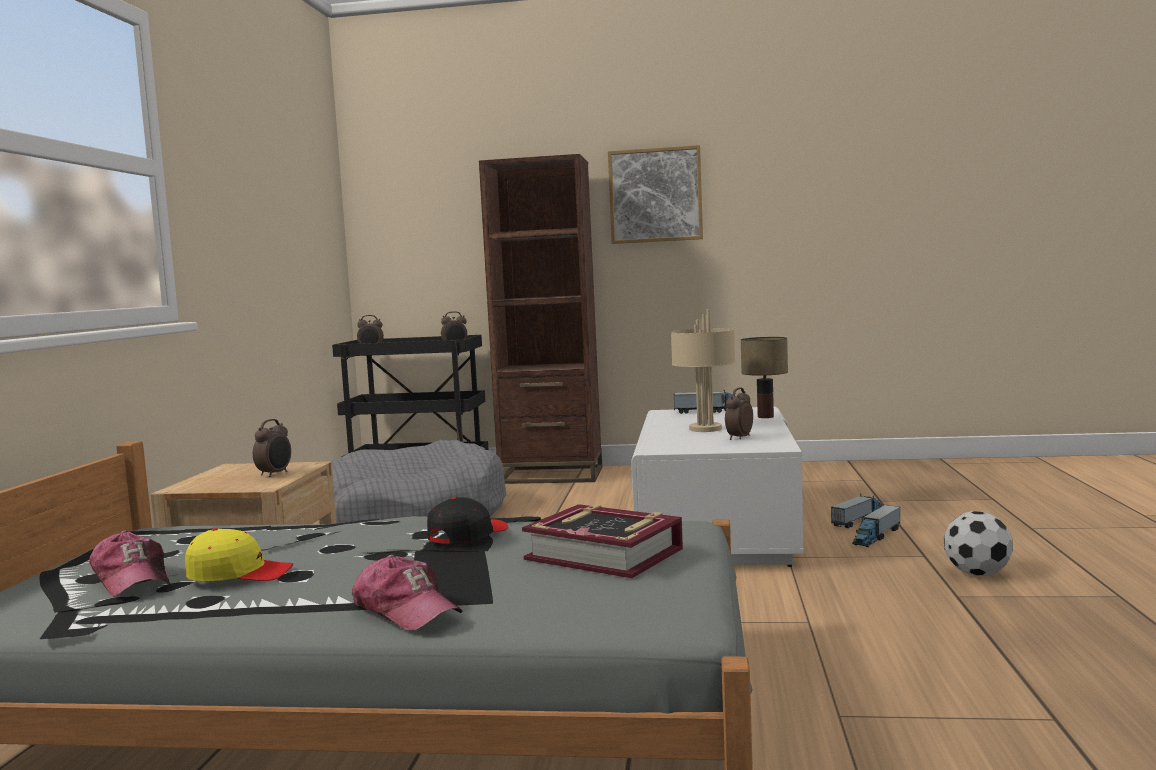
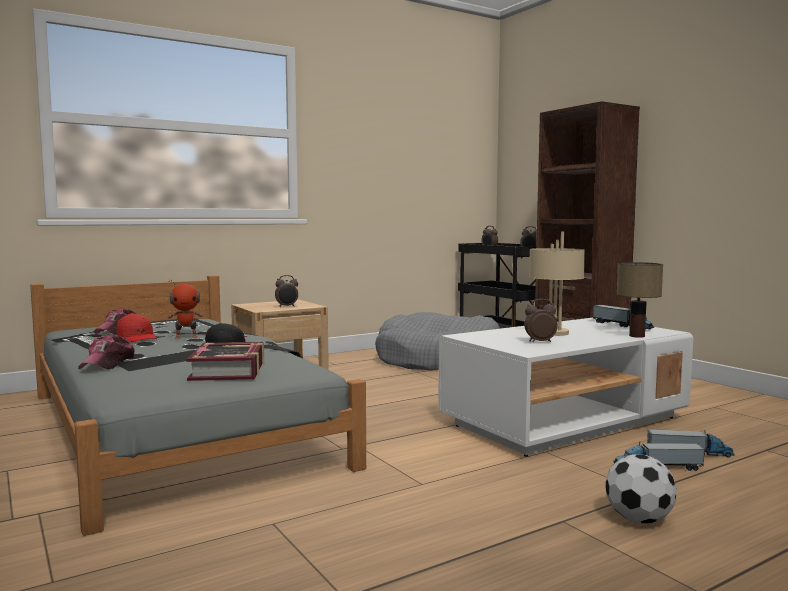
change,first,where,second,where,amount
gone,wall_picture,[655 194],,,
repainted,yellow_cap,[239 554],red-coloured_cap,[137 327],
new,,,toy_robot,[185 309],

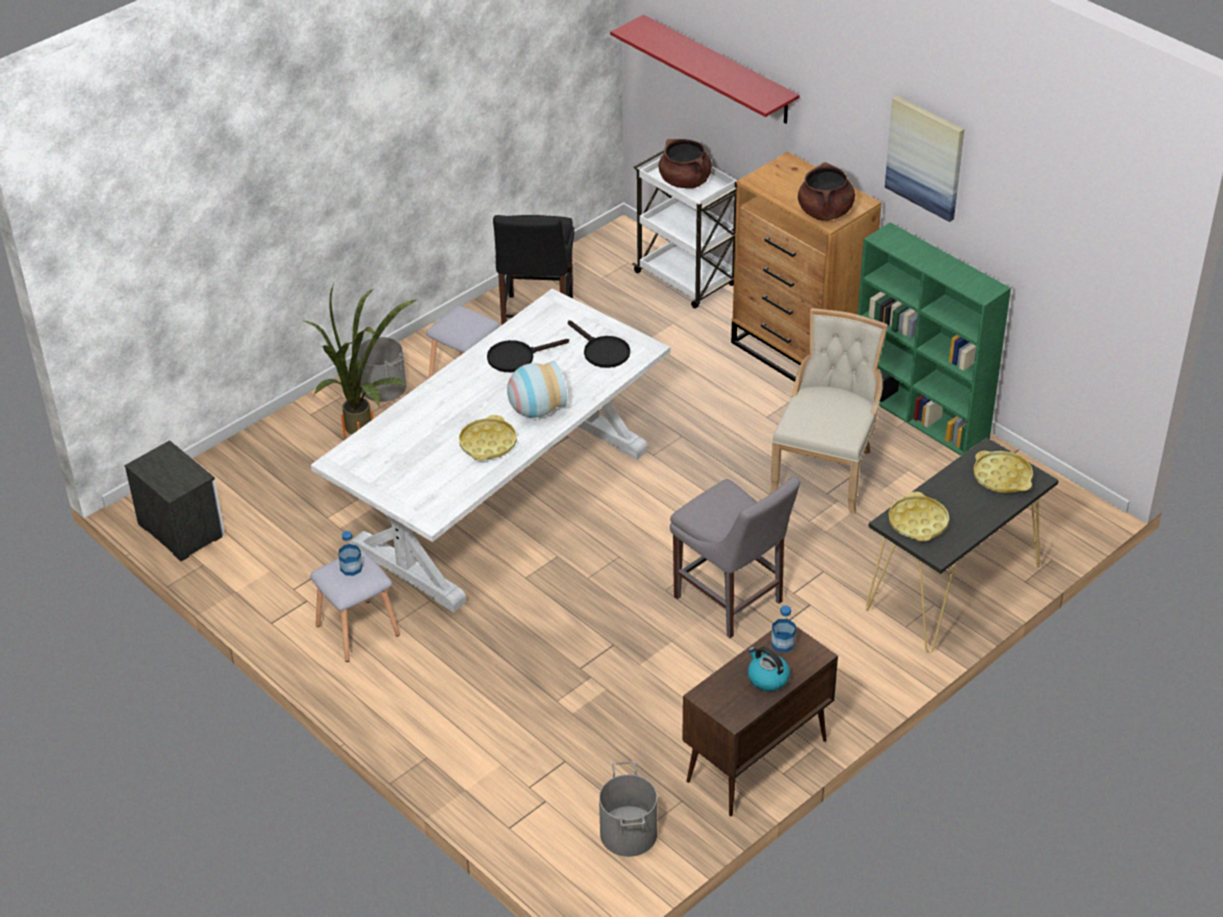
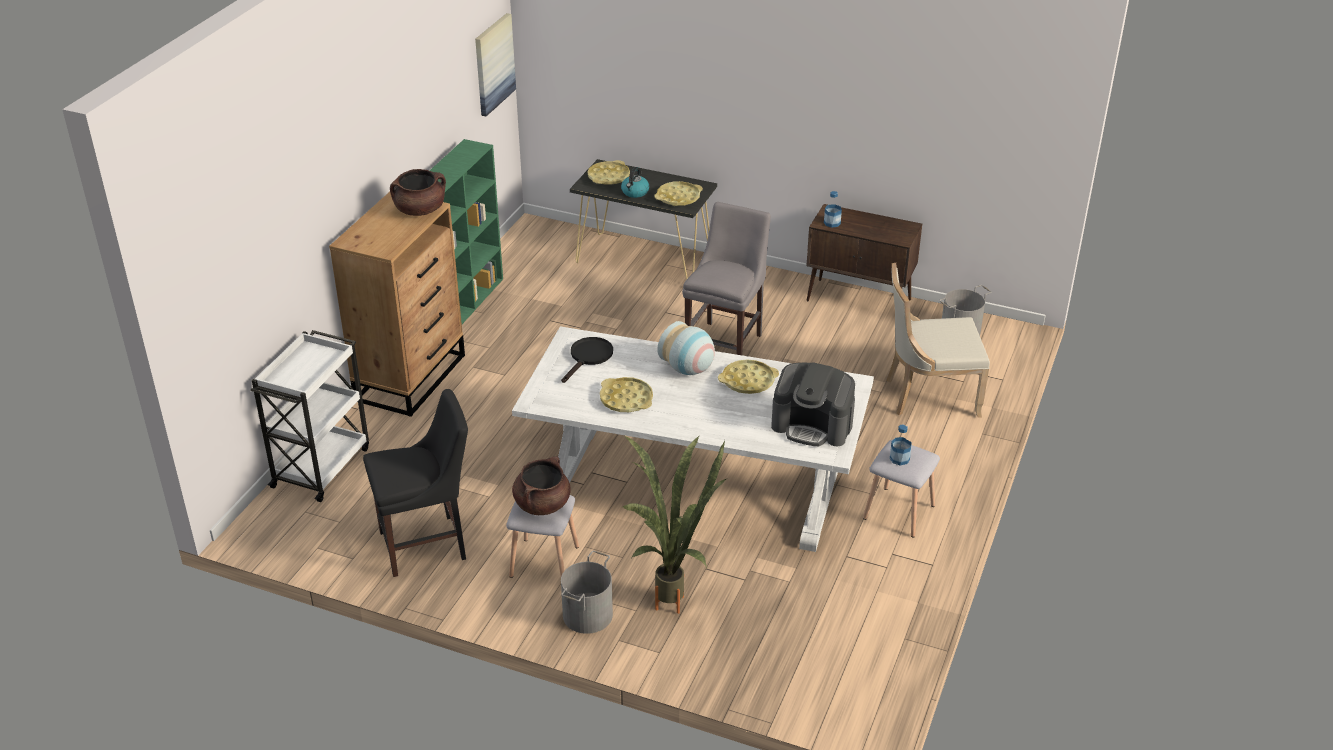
change,first,where,second,where,amount
gone,red-coloured_shelf,[705 69],,,
shifted,wall_picture,[924 159],,[495 64],
shifted,brown-coloured_stockpot,[685 164],,[541 485],
shifted,sand-coloured_upright_chair,[828 411],,[938 340],
swapped,black-coloured_pan,[528 355],yellow_serving_tray,[626 394],
gone,nightstand,[175 501],,,
shifted,tea_kettle,[769 669],,[635 182],
new,,,coffee_machine,[813 404],

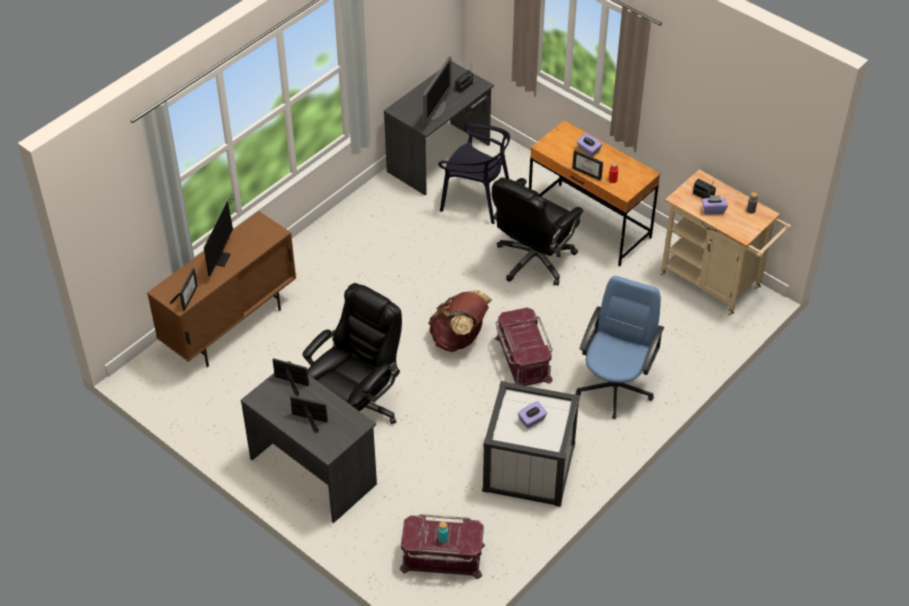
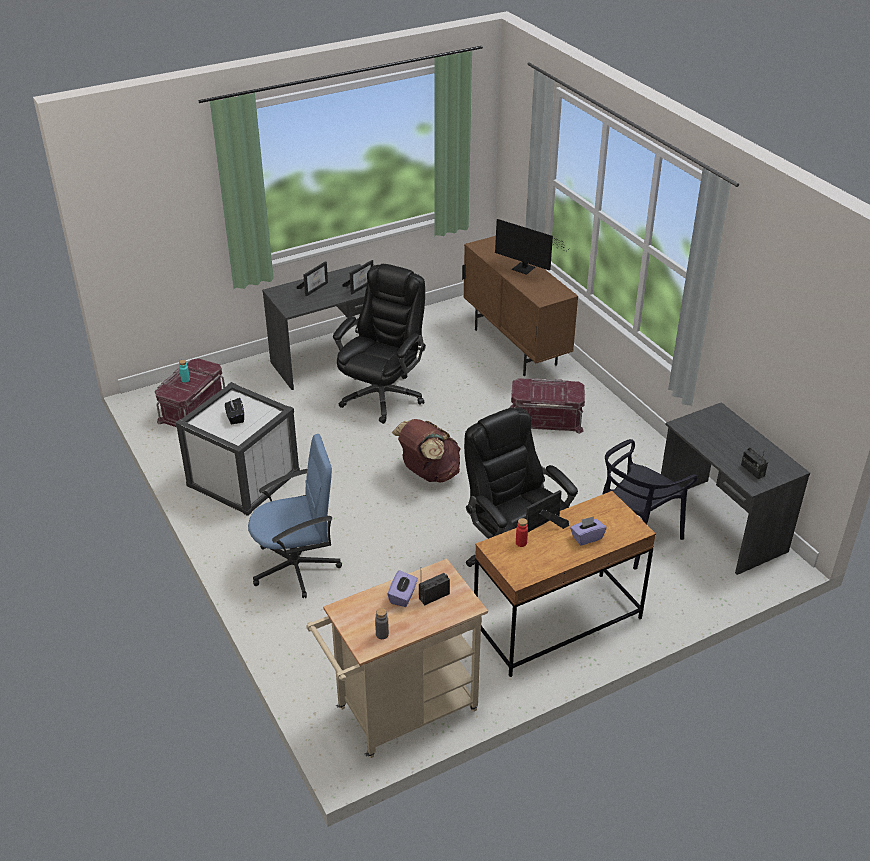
change,first,where,second,where,amount
gone,monitor,[437 91],,,
gone,picture_frame,[184 289],,,
rotated,blue_office_chair,[620 347],,[295 516],60 degrees counterclockwise
rotated,black-coloured_office_chair,[352 353],,[379 344],120 degrees counterclockwise
shifted,red-coloured_storage_container,[524 346],,[547 406],
repainted,purplish_tissue_holder,[532 414],black-coloured_tissue_holder,[234 411],

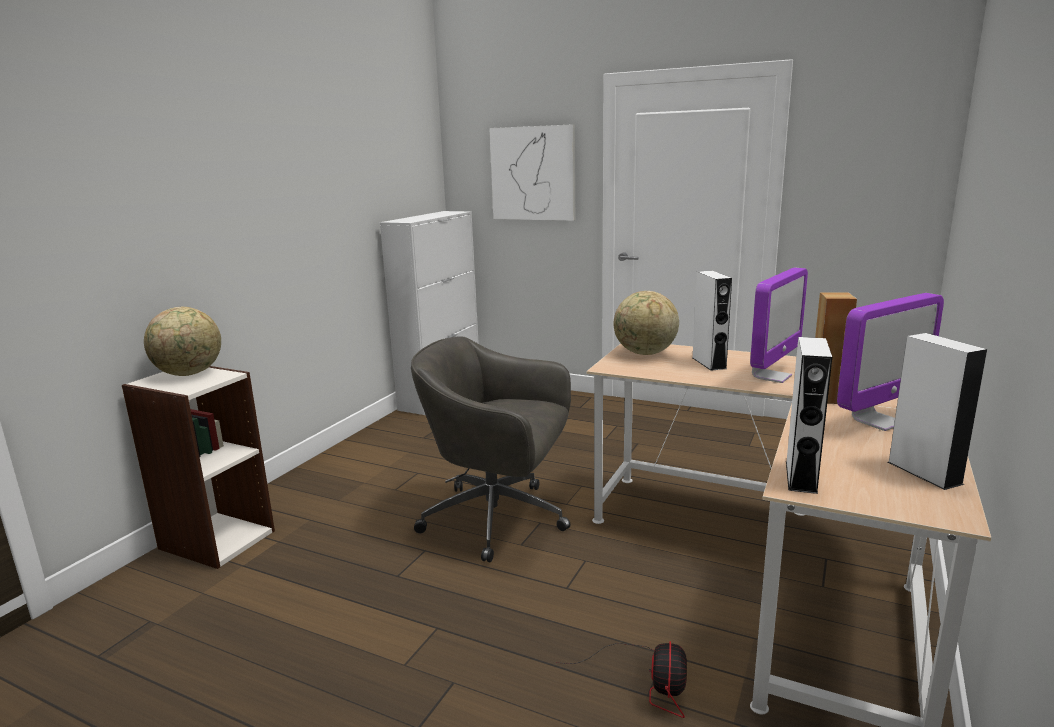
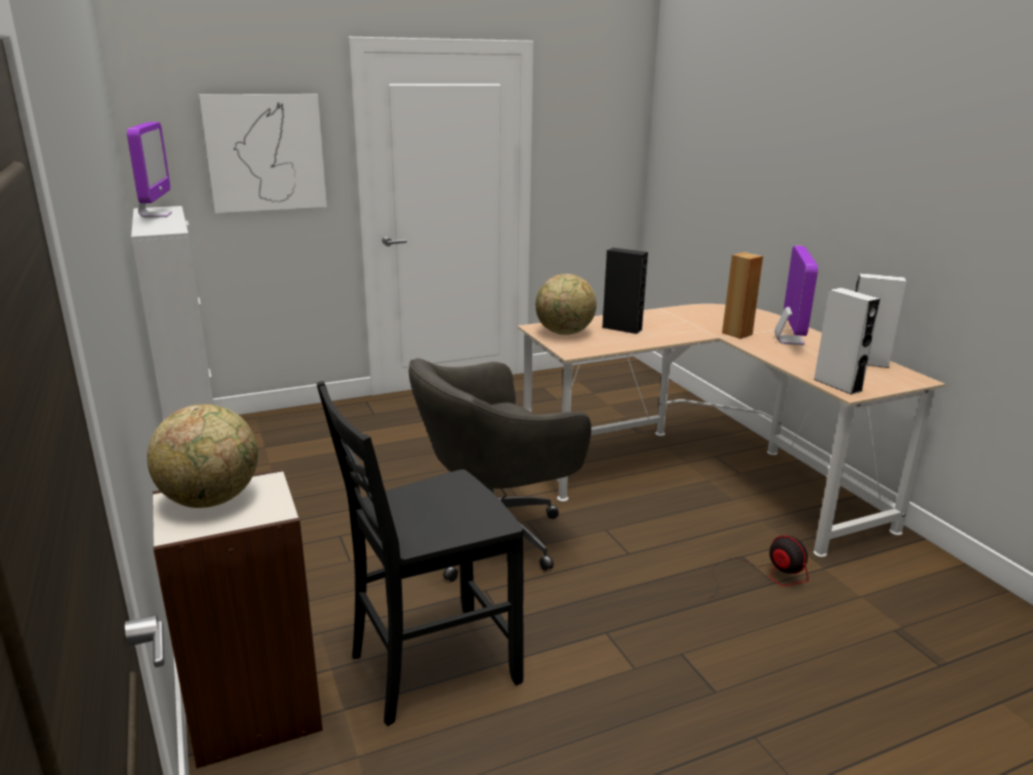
change,first,where,second,where,amount
shifted,monitor,[779 325],,[149 170],
repainted,whitish_loudspeaker,[712 321],black-coloured_loudspeaker,[625 291],
new,,,black-coloured_upright_chair,[420 553],

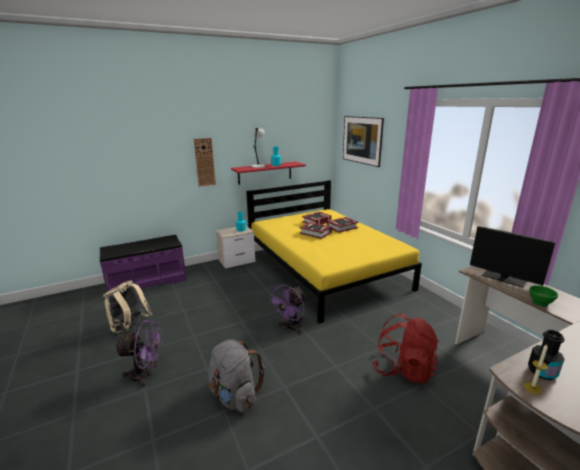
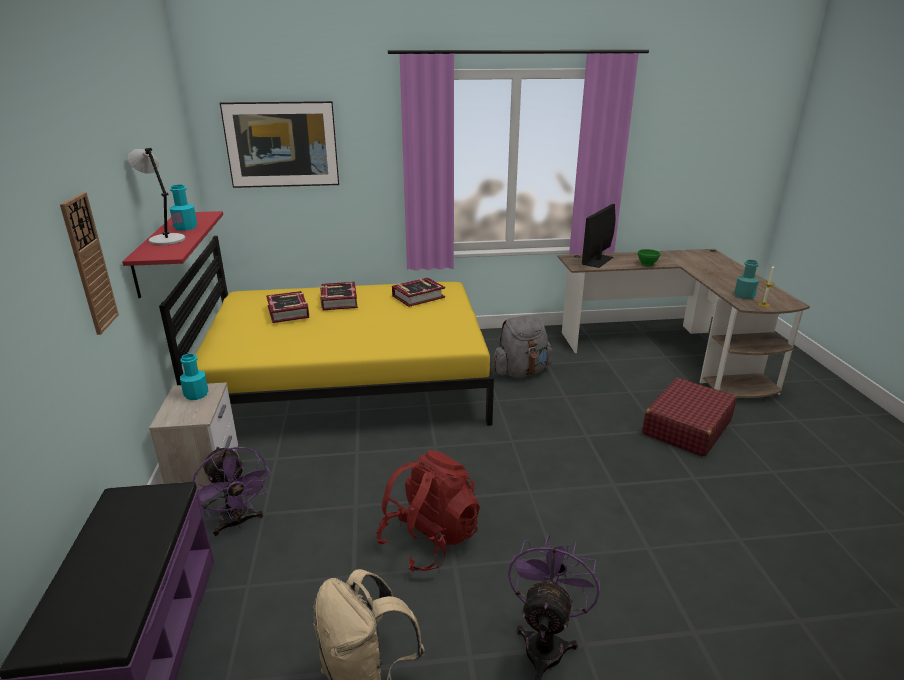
change,first,where,second,where,amount
shifted,bound_book,[316 230],,[418 292],
rotated,monitor,[513 257],,[599 236],150 degrees clockwise
shifted,purplish_fan,[287 309],,[231 491],
shifted,red-coloured_backpack,[405 348],,[428 511],
repainted,black-coloured_bottle,[546 355],turquoise-coloured_bottle,[746 279],
shifted,gray_backpack,[236 376],,[522 346],
new,,,red-coloured_suitcase,[689 417],

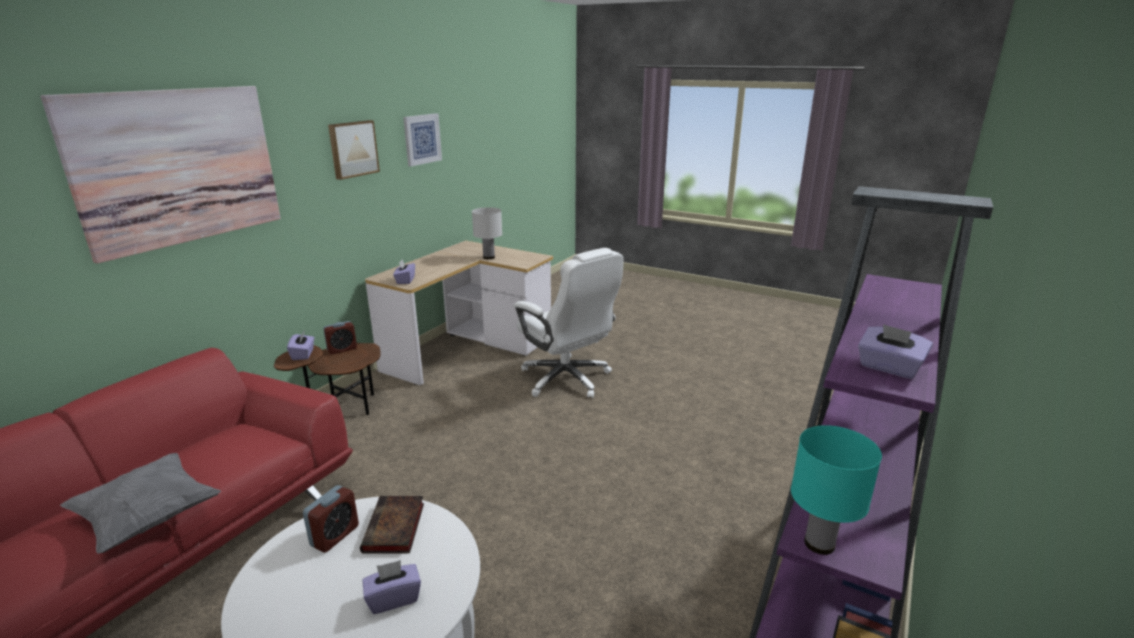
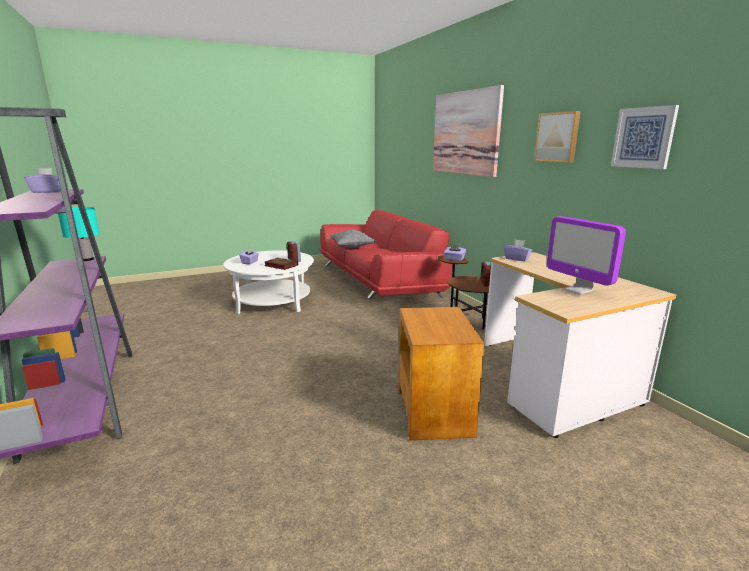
change,first,where,second,where,amount
swapped,whitish_lamp_for_a_table,[487 233],monitor,[586 255],
swapped,whitish_office_chair,[569 323],brown-coloured_side_table,[441 374],

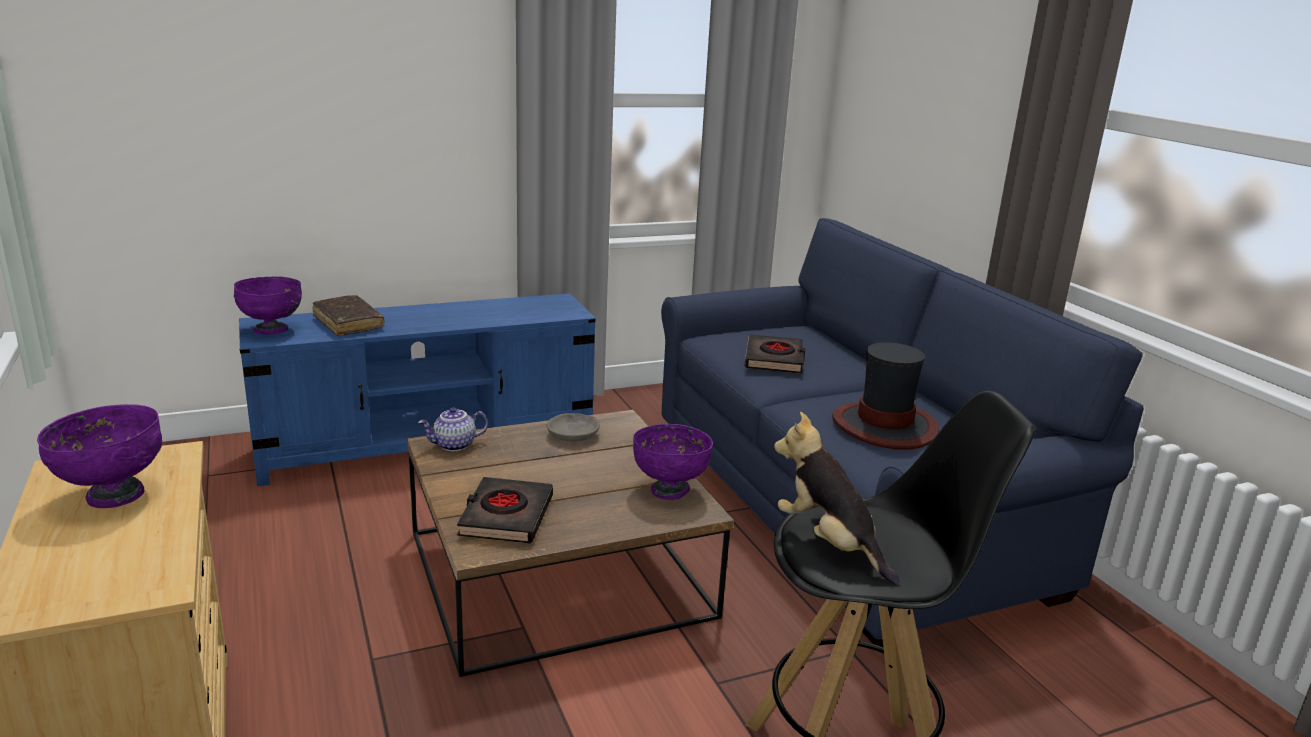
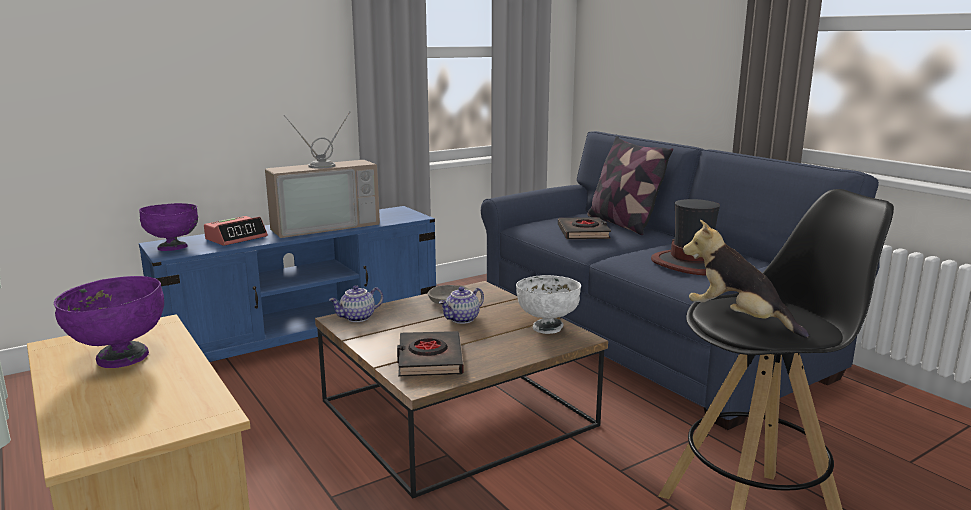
change,first,where,second,where,amount
swapped,brown-coloured_bound_book,[348 315],table_clock,[236 231],
repainted,purplish_bowl,[673 462],whitish_bowl,[548 304],
new,,,TV,[322 174],
new,,,cushion,[630 185],
new,,,teapot,[461 305],

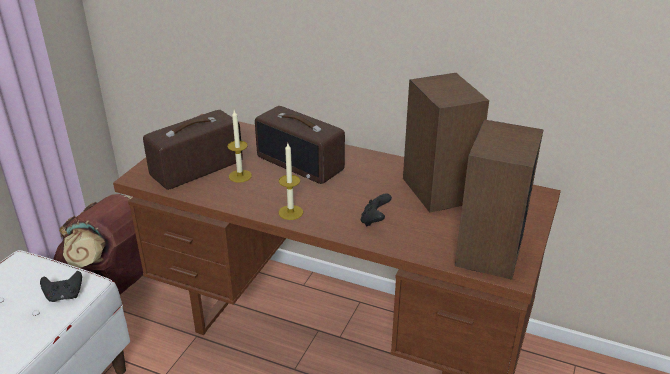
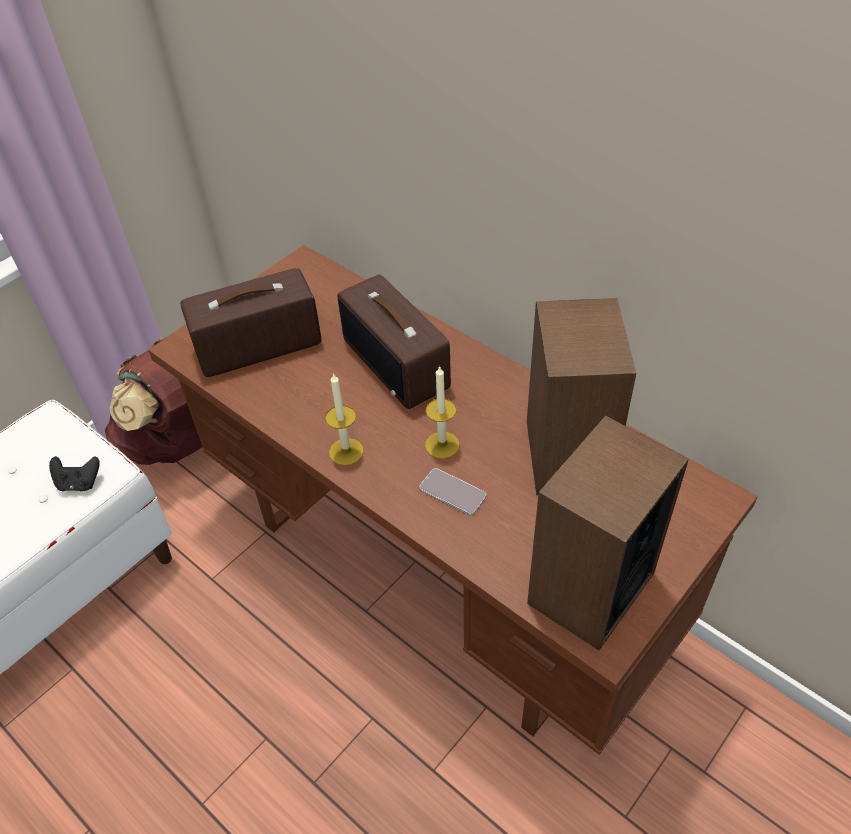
change,first,where,second,where,amount
shifted,candle,[239 146],,[442 412],
swapped,black-coloured_game_controller,[376 210],telephone,[453 491],

